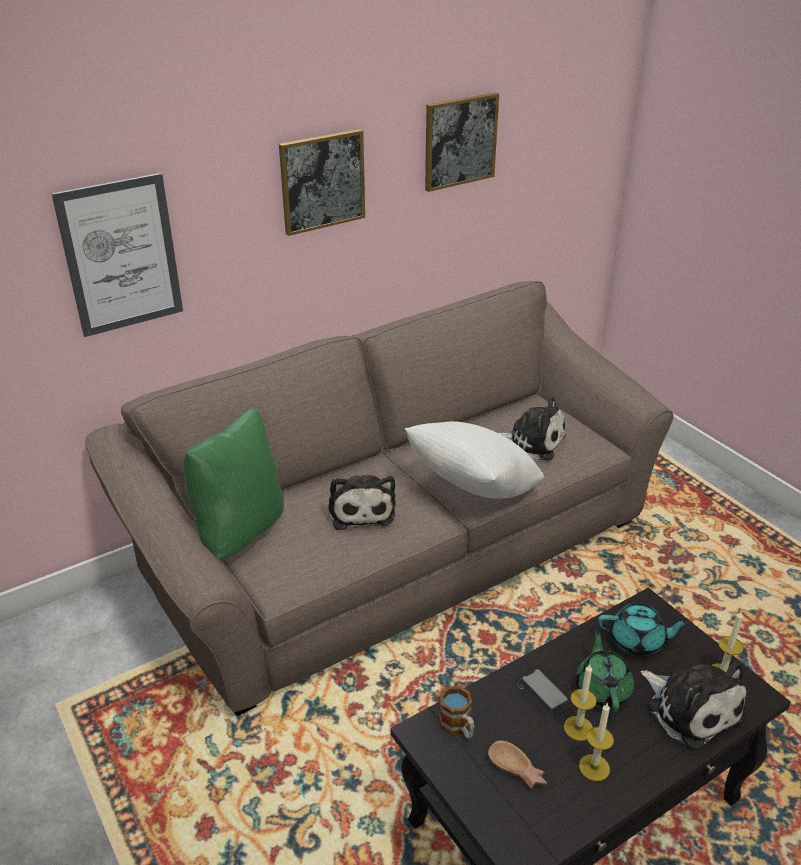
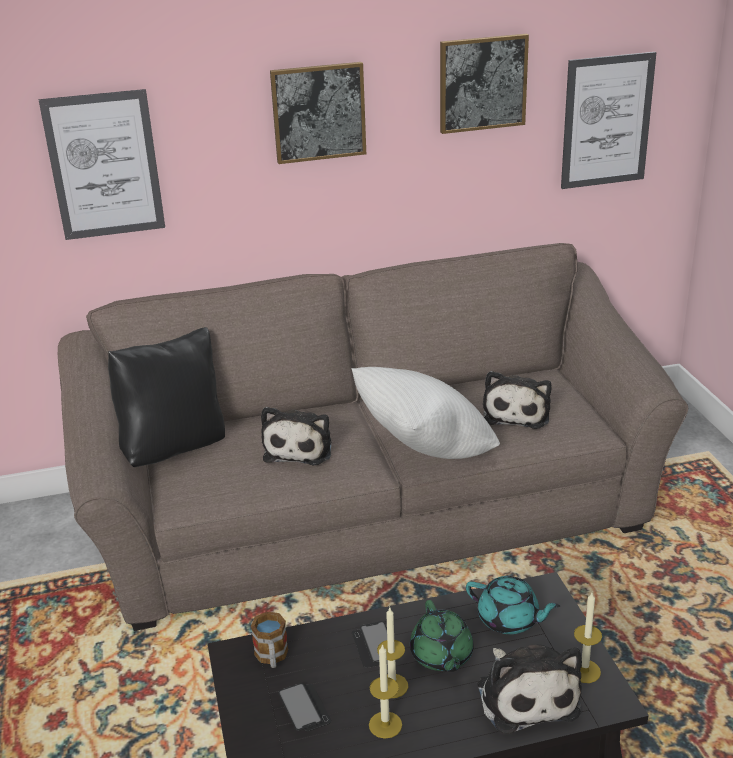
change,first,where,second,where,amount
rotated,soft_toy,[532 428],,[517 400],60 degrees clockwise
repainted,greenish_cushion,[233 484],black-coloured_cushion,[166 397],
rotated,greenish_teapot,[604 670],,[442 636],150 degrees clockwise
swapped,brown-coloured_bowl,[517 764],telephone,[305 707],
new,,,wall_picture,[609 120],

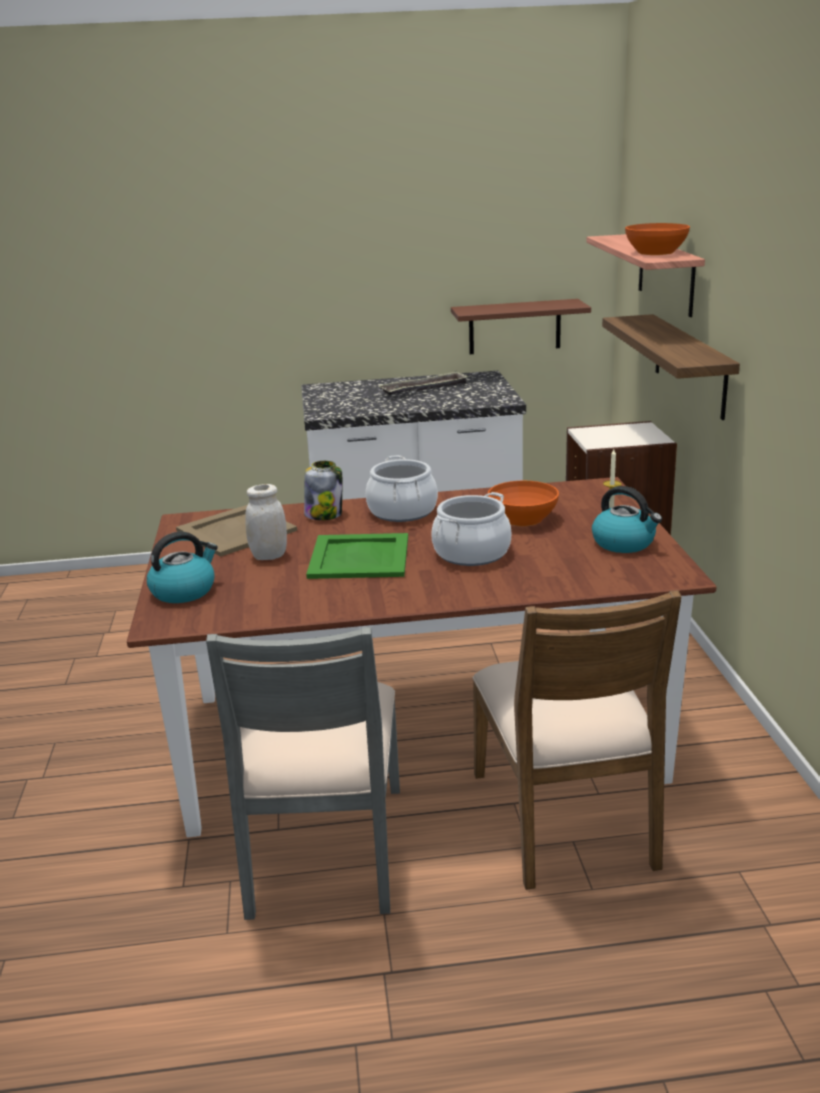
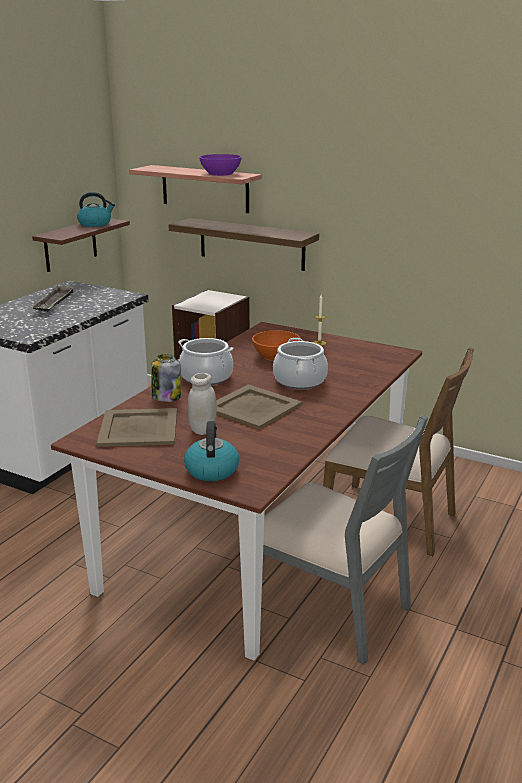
change,first,where,second,where,amount
repainted,orange-coloured_bowl,[657 239],purplish_bowl,[220 165],
shifted,tea_kettle,[627 519],,[96 209],
repainted,greenish_serving_tray,[357 556],sand-coloured_serving_tray,[259 406],

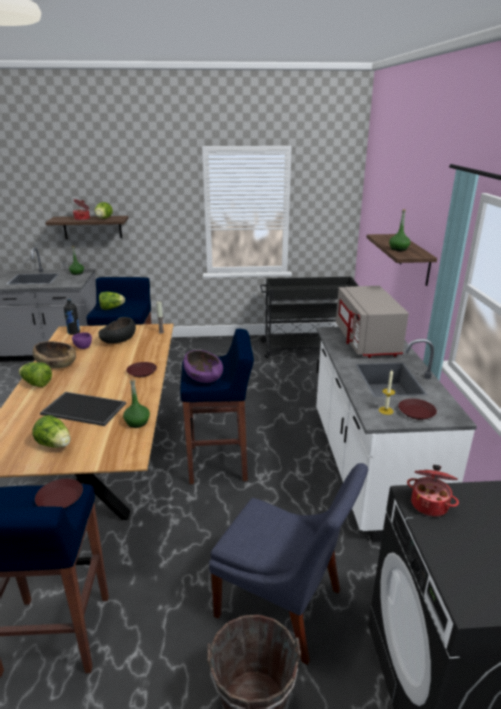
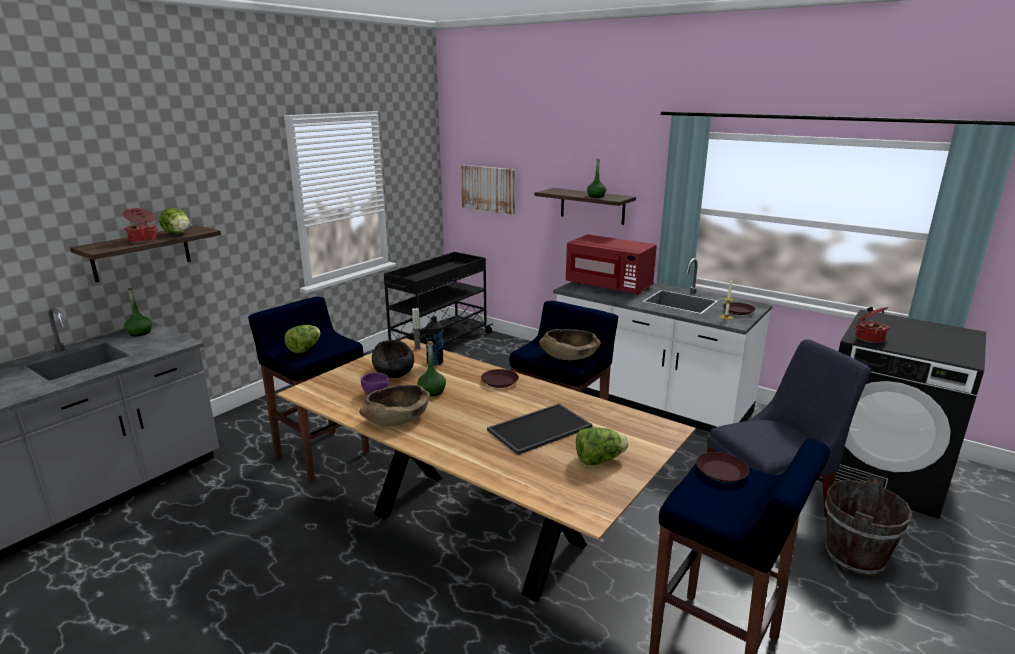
change,first,where,second,where,amount
repainted,gray_microwave_oven,[372 322],red-coloured_microwave_oven,[611 264],
shifted,black-coloured_bottle,[72 317],,[434 340],
repainted,purplish_bowl,[203 366],brown-coloured_bowl,[570 344],
gone,head_of_lettuce,[35 374],,,
shifted,greenish_bottle,[136 403],,[432 368],
new,,,wall_picture,[488 190],

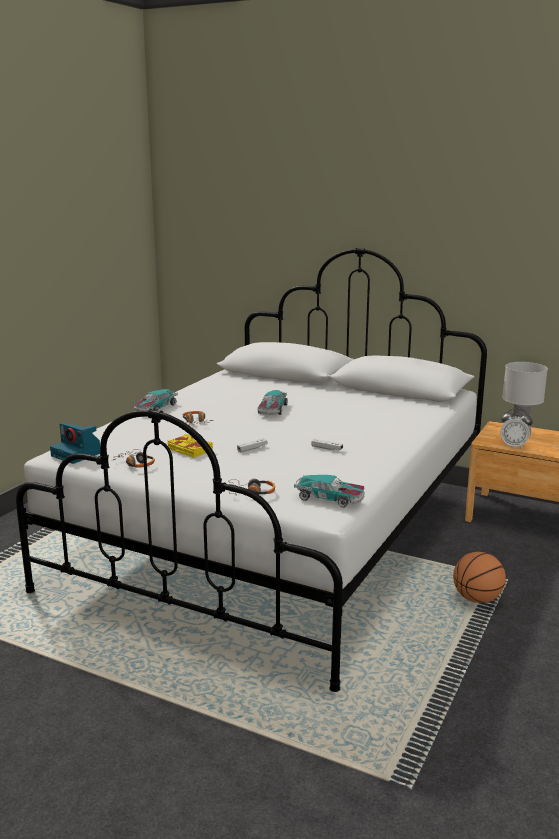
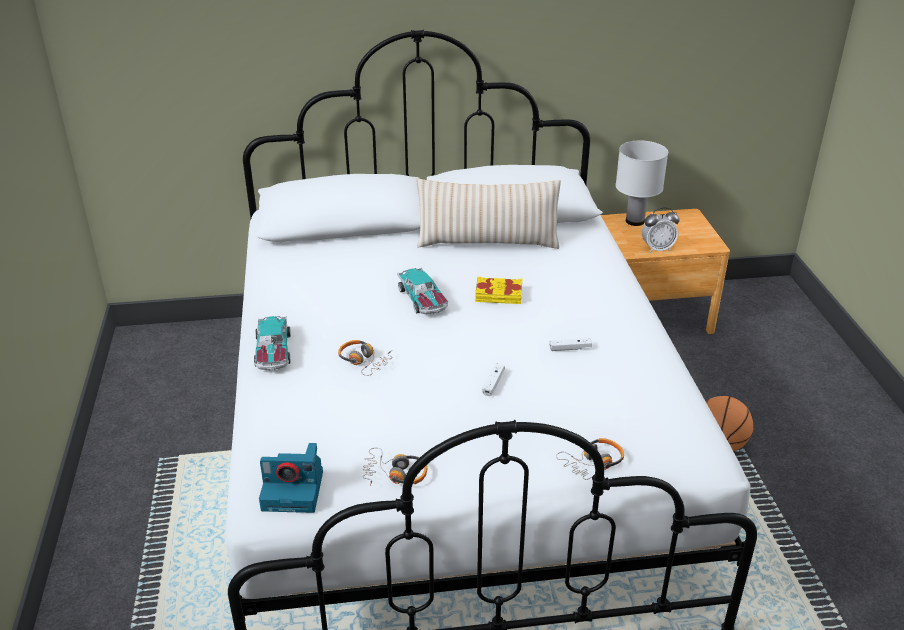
change,first,where,second,where,amount
shifted,yellow_bound_book,[190 446],,[499 290],
gone,model_car,[329 491],,,
new,,,sand-coloured_cushion,[489 214],

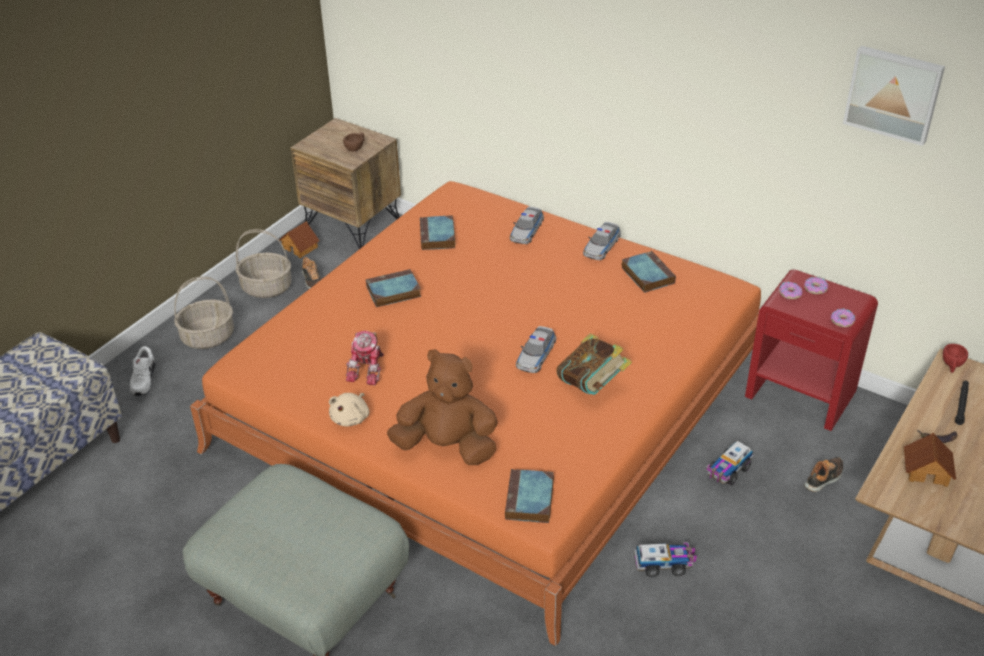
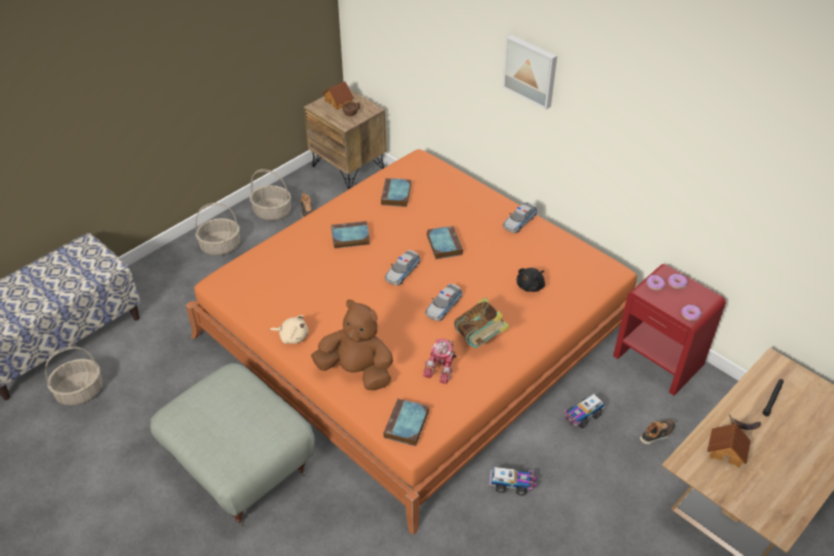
change,first,where,second,where,amount
shifted,wall_picture,[894 96],,[529 72],
shifted,model_car,[527 225],,[403 268],
shifted,toy_house,[299 239],,[338 95],
shifted,bound_book,[648 272],,[445 242],
shifted,toy_robot,[365 358],,[440 361],
gone,red-coloured_small_cup,[955 358],,,
gone,whitish_shoe,[143 371],,,
rotated,sand-coloured_soft_toy,[349 410],,[289 329],105 degrees counterclockwise
new,,,black-coloured_soft_toy,[530 280],
new,,,household_basket,[74 376],

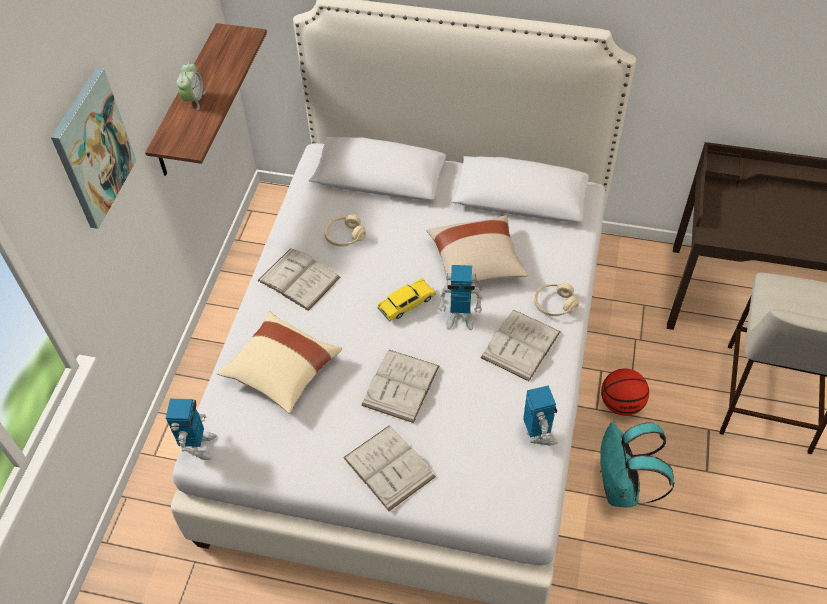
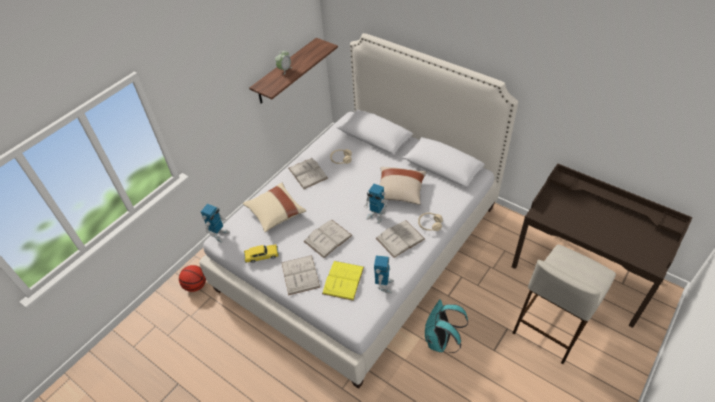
change,first,where,second,where,amount
gone,wall_picture,[93 148],,,
shifted,yellow_model_car,[406 300],,[261 253],
shifted,basketball_ball,[625 392],,[192 278],
new,,,yellow_bound_book,[343 281],

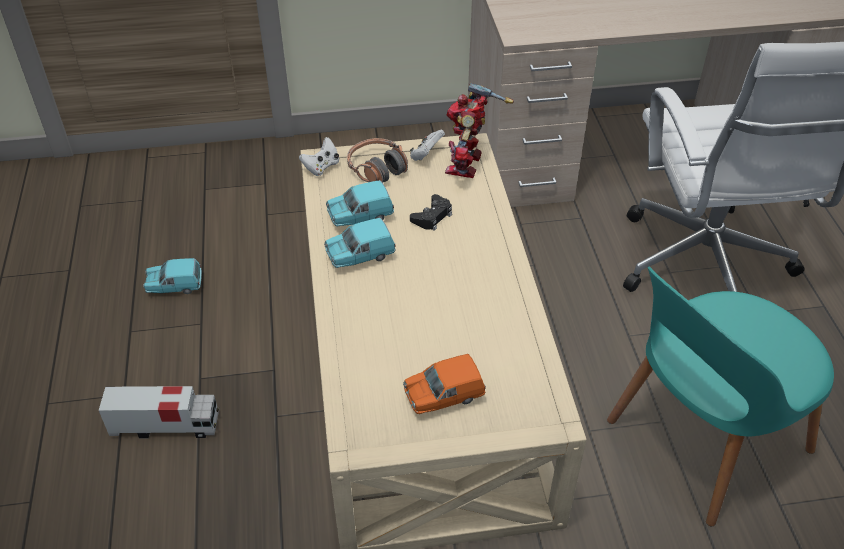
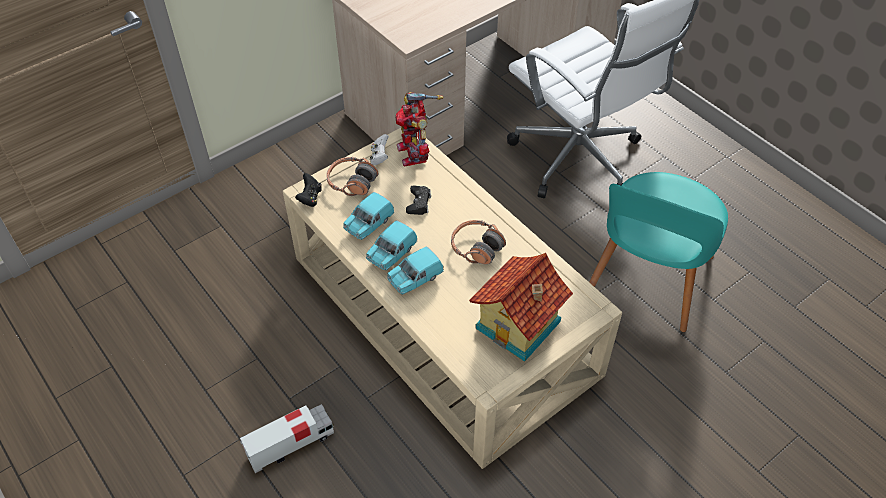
change,first,where,second,where,amount
repainted,whitish_game_controller,[319 156],black-coloured_game_controller,[308 190],
shifted,turquoise-coloured_model_car,[172 276],,[415 270],
swapped,orange-coloured_model_car,[444 384],toy_house,[521 307],
new,,,pair_of_headphones,[478 242],

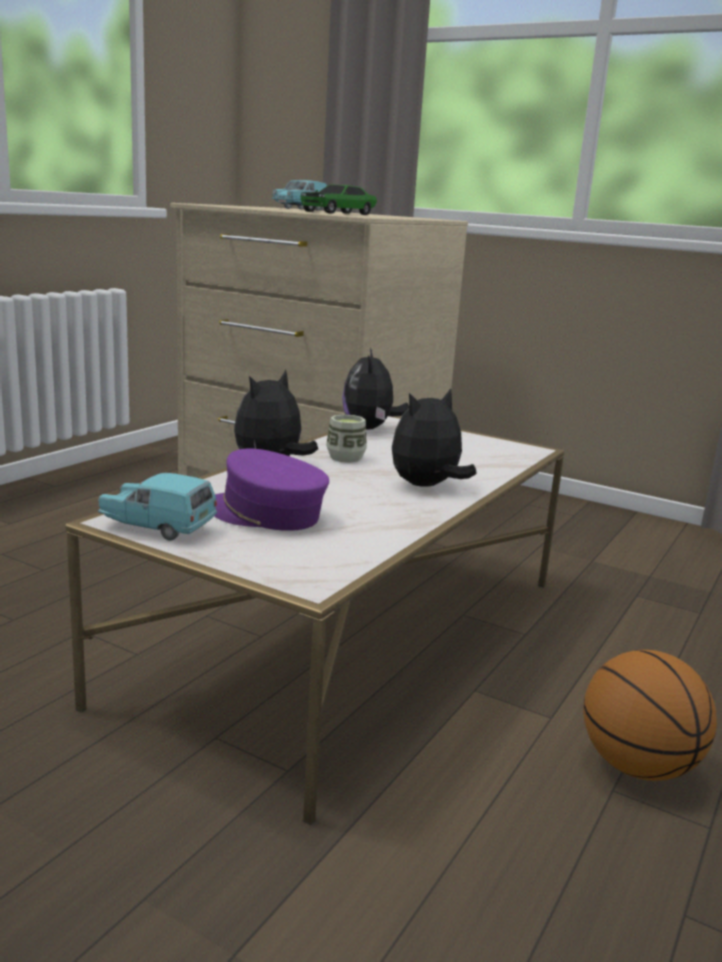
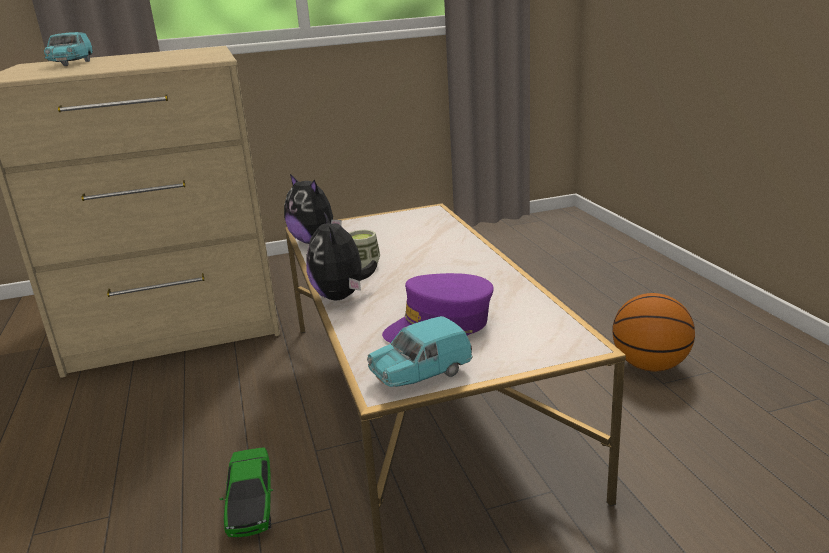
change,first,where,second,where,amount
shifted,model_car,[339 199],,[246 492],
gone,soft_toy,[434 437],,,

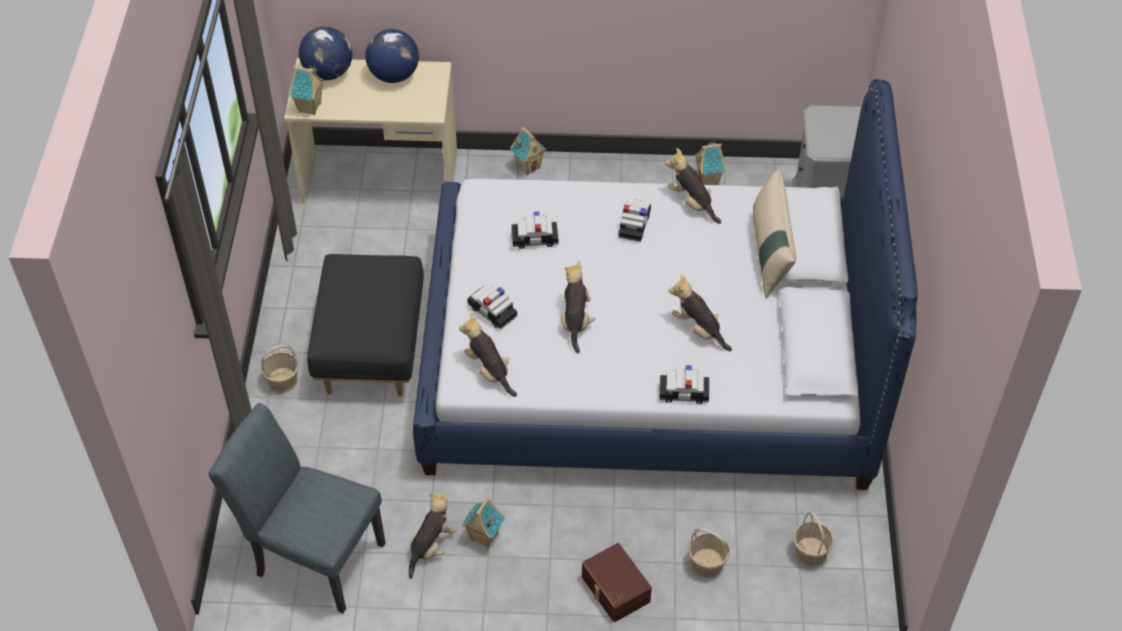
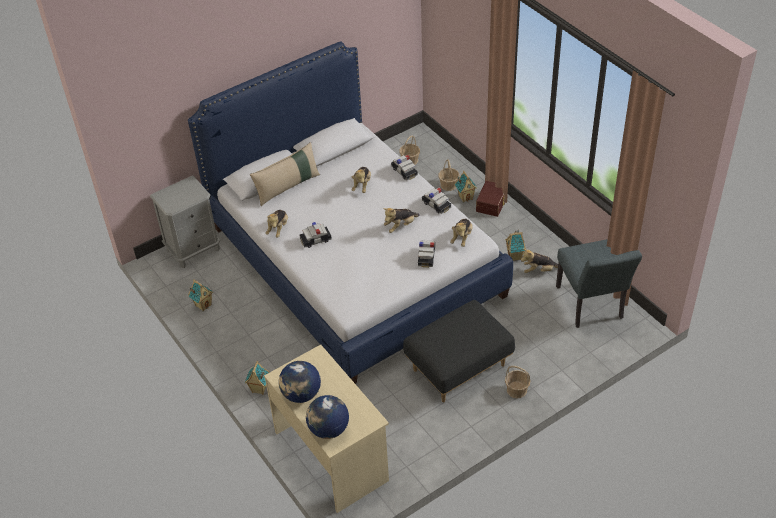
change,first,where,second,where,amount
shifted,toy_house,[306 90],,[466 186],
shifted,model_car,[534 230],,[436 201],

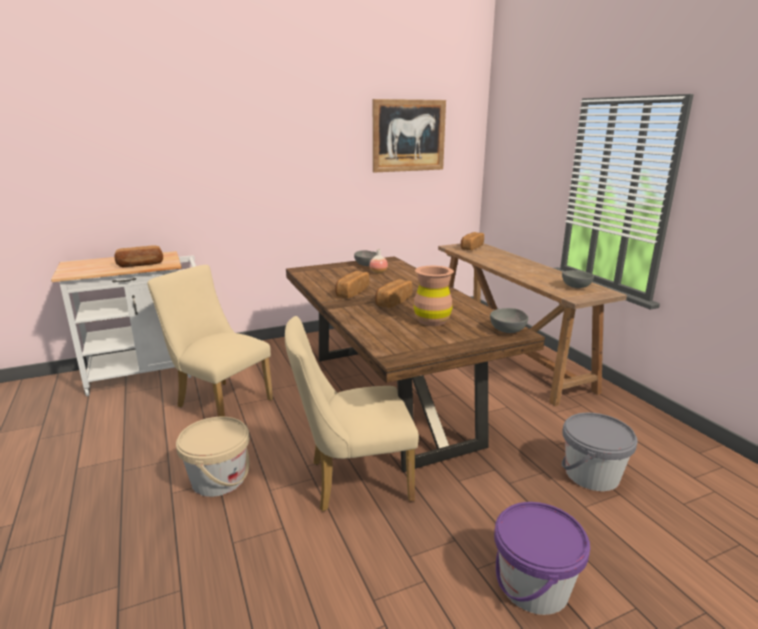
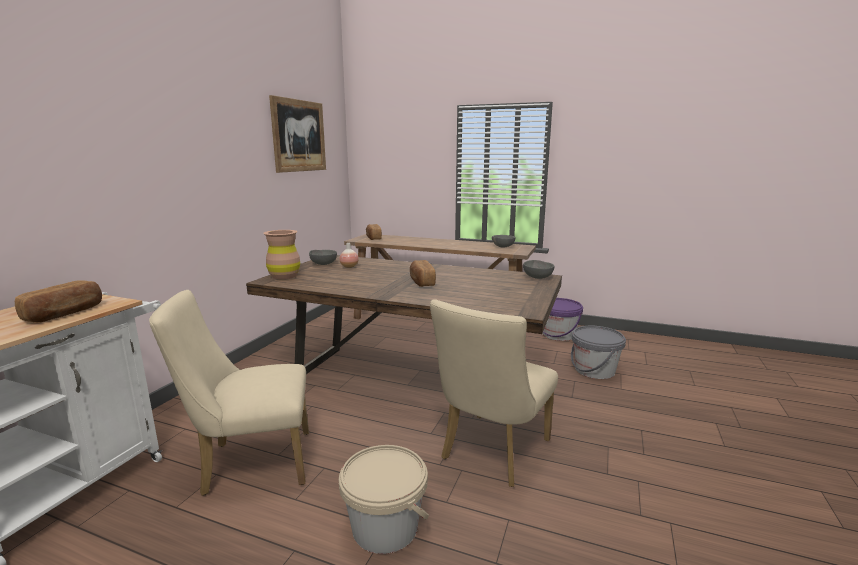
change,first,where,second,where,amount
shifted,brown-coloured_flower_vase,[433 296],,[281 254],
gone,bread,[352 284],,,
shifted,purplish_water_bucket,[542 558],,[562 319],

